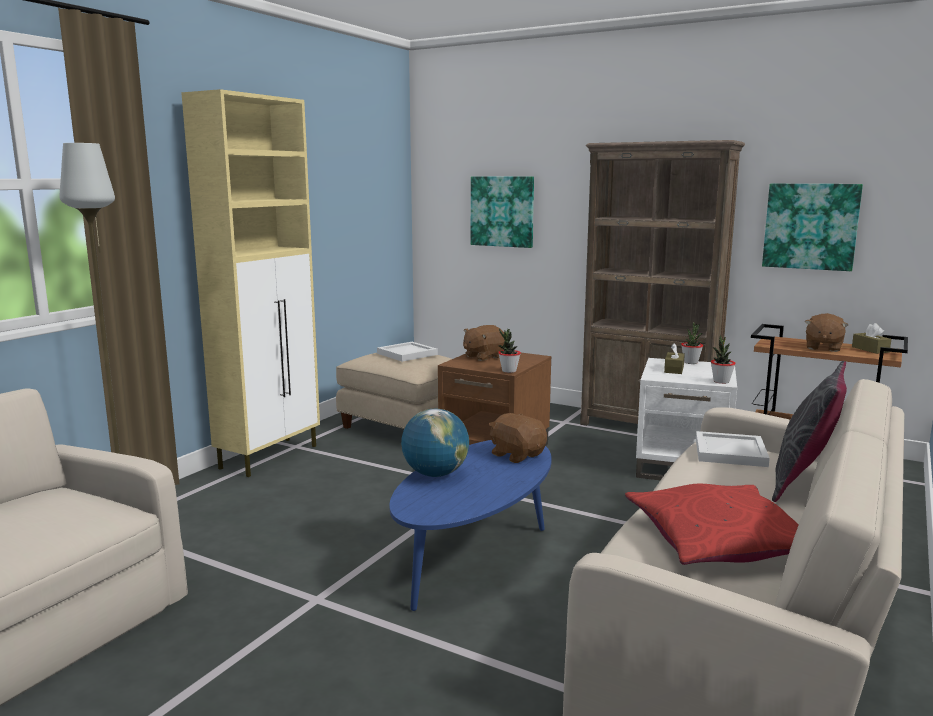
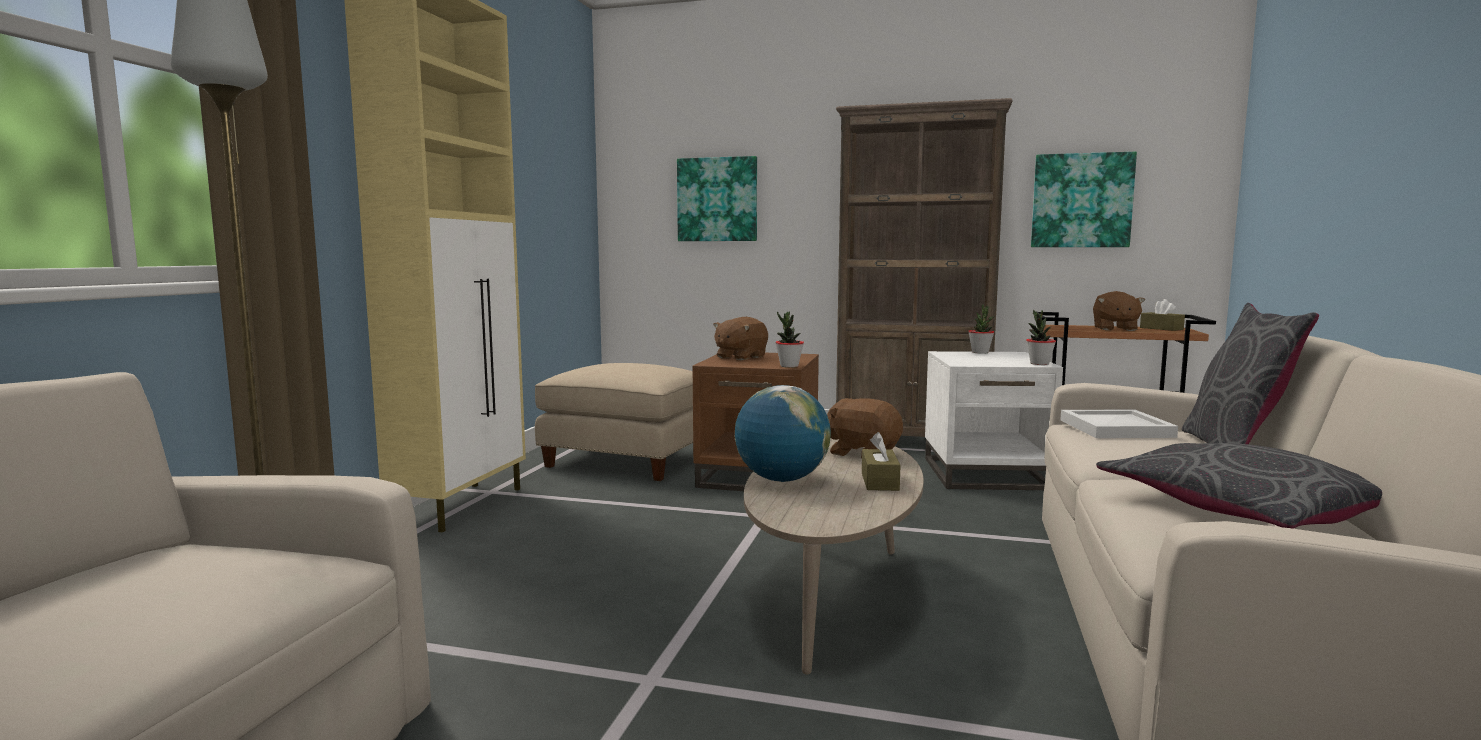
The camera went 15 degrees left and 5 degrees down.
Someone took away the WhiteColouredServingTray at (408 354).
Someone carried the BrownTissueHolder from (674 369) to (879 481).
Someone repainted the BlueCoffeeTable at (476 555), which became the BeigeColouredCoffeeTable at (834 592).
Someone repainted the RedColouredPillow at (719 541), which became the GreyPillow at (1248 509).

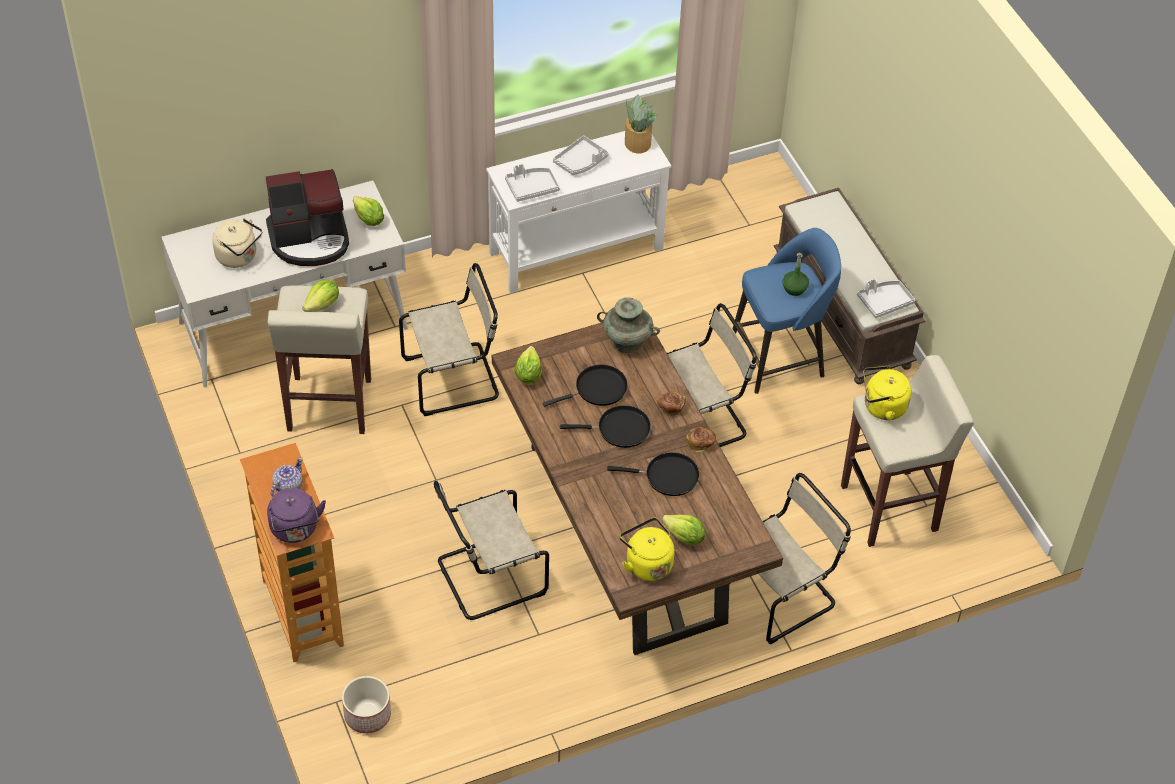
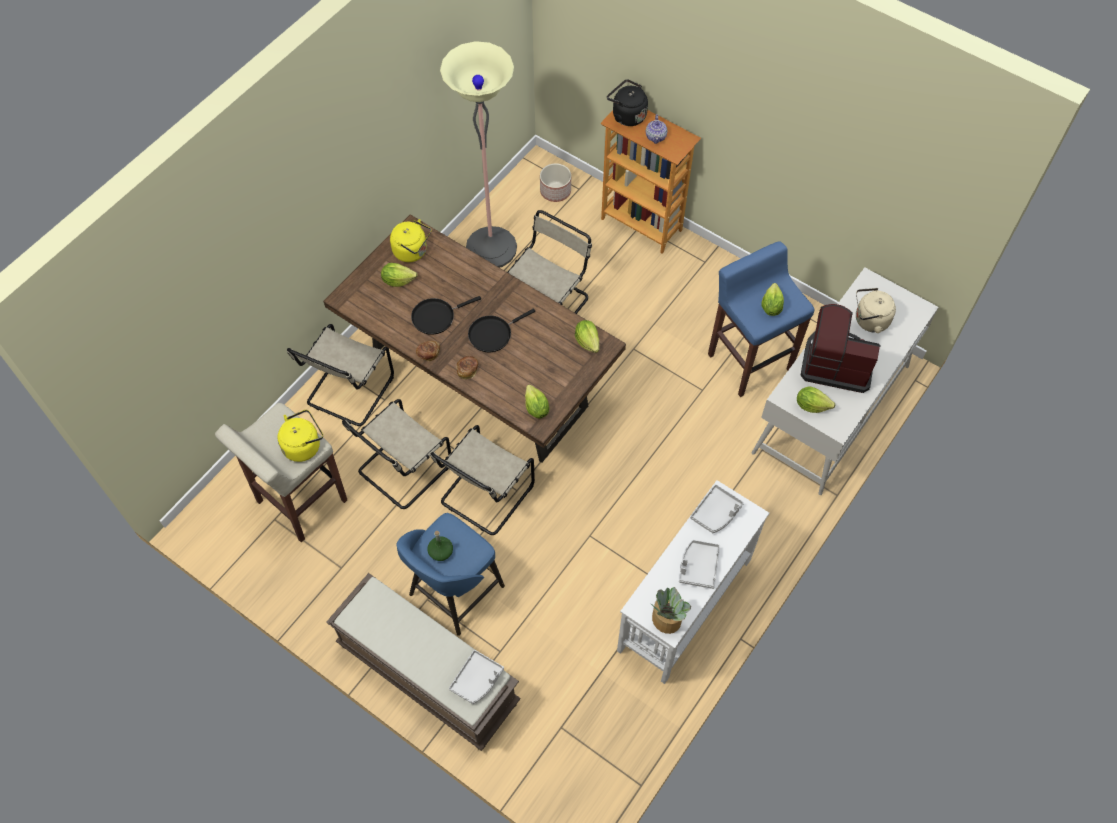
The camera went 150 degrees right and 10 degrees up.
Someone rotated the CoffeeMachine at (310 239) by 60 degrees clockwise.
Someone carried the BeigeColouredChair from (454 378) to (402 470).
Someone carried the GreyServingTray from (884 302) to (477 680).
Someone repainted the BeigeColouredStool at (329 406), which became the BlueStool at (749 361).
Someone swapped the TurquoiseColouredVase at (627 341) for the HeadOfLettuce at (536 408).
Someone took away the BlackPan at (597 389).
Someone repainted the PurpleKettle at (295 530), which became the BlackKettle at (627 115).
Someone put down the StandingLamp at (491 248).

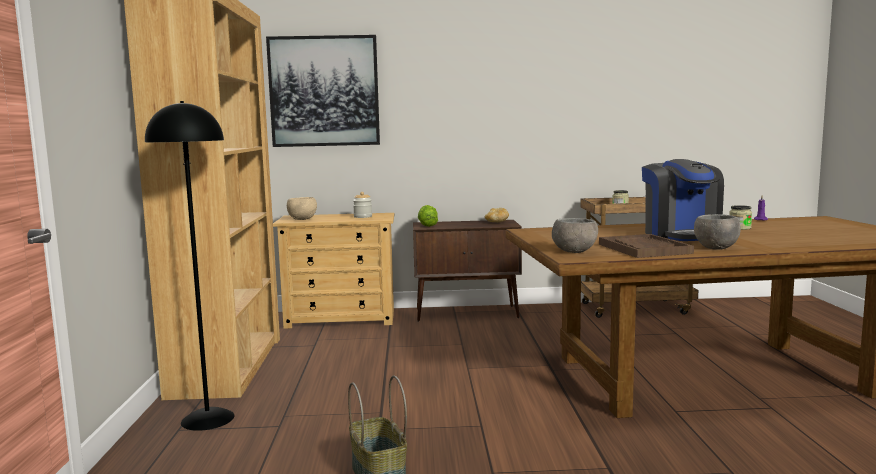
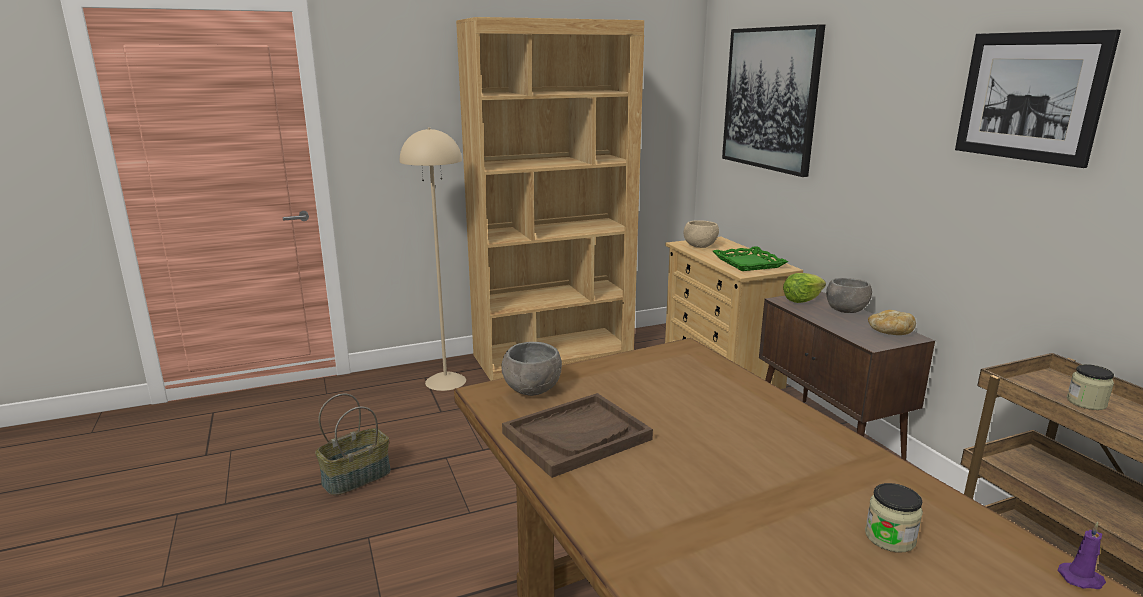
The camera went 70 degrees right and 10 degrees up.
Someone repainted the BlackStandingLamp at (207 419), which became the BeigeColouredStandingLamp at (445 381).
Someone took away the CoffeeMachine at (681 235).
Someone swapped the StorageJar at (363 216) for the GreenishServingTray at (748 263).
Someone carried the GreyBowl from (716 248) to (845 311).
Someone put up the Picture at (1029 96).

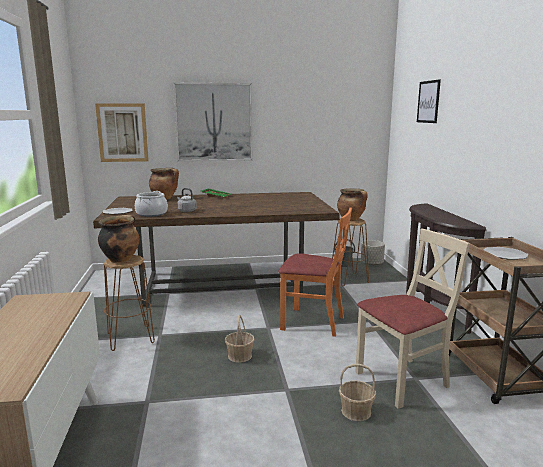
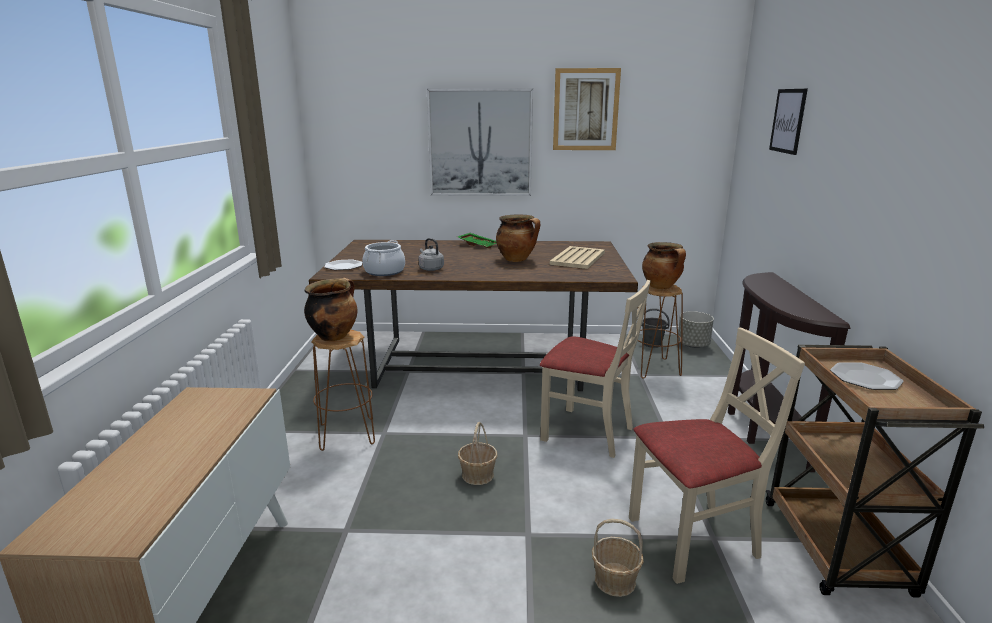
The camera went 10 degrees right and 5 degrees up.
Someone carried the Picture from (122 132) to (586 110).
Someone carried the Saucepot from (165 198) to (517 259).
Someone repainted the OrangeyChair at (313 322), which became the BeigeColouredChair at (587 432).
Someone put down the BeigeColouredServingTray at (577 258).

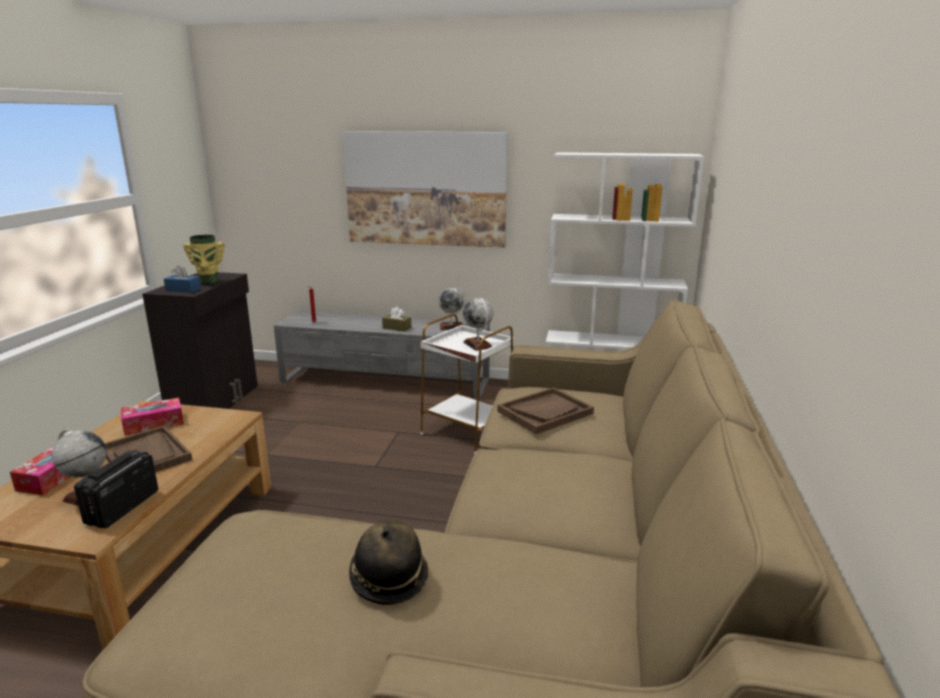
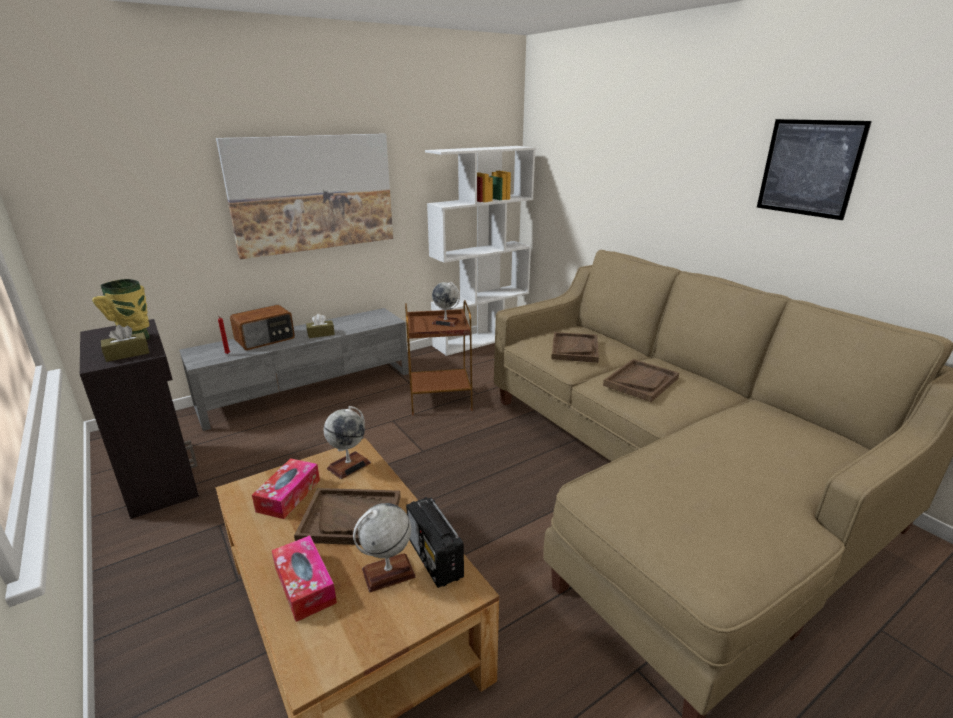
The camera went 45 degrees left and 5 degrees up.
Someone repainted the BlueTissueHolder at (183 290), which became the BrownTissueHolder at (127 354).
Someone carried the DeskGlobe from (451 327) to (349 465).
Someone repainted the WhiteColouredAccentTable at (468 431), which became the BrownAccentTable at (440 398).
Someone took away the ClothingHat at (388 578).
Someone put up the Picture at (809 168).
Someone put down the RadioSet at (265 340).
Someone put down the BrownServingTray at (641 381).

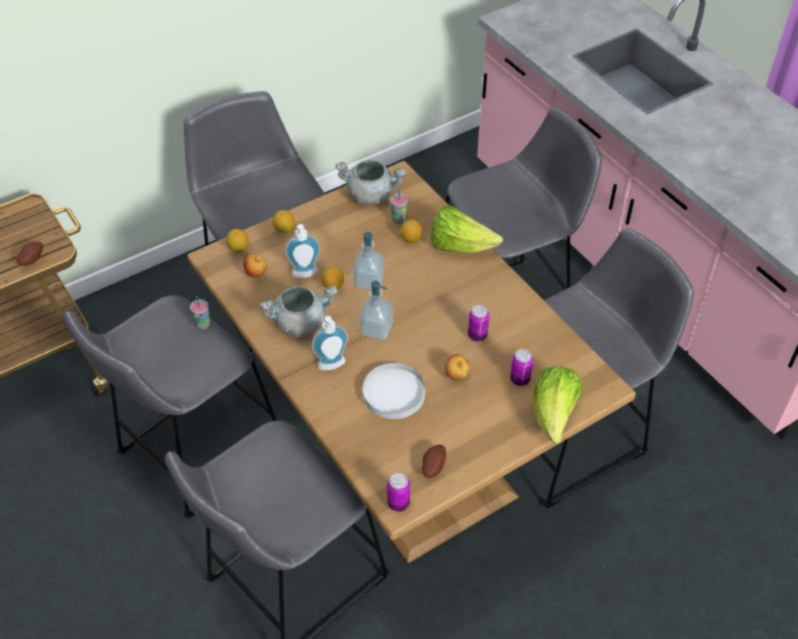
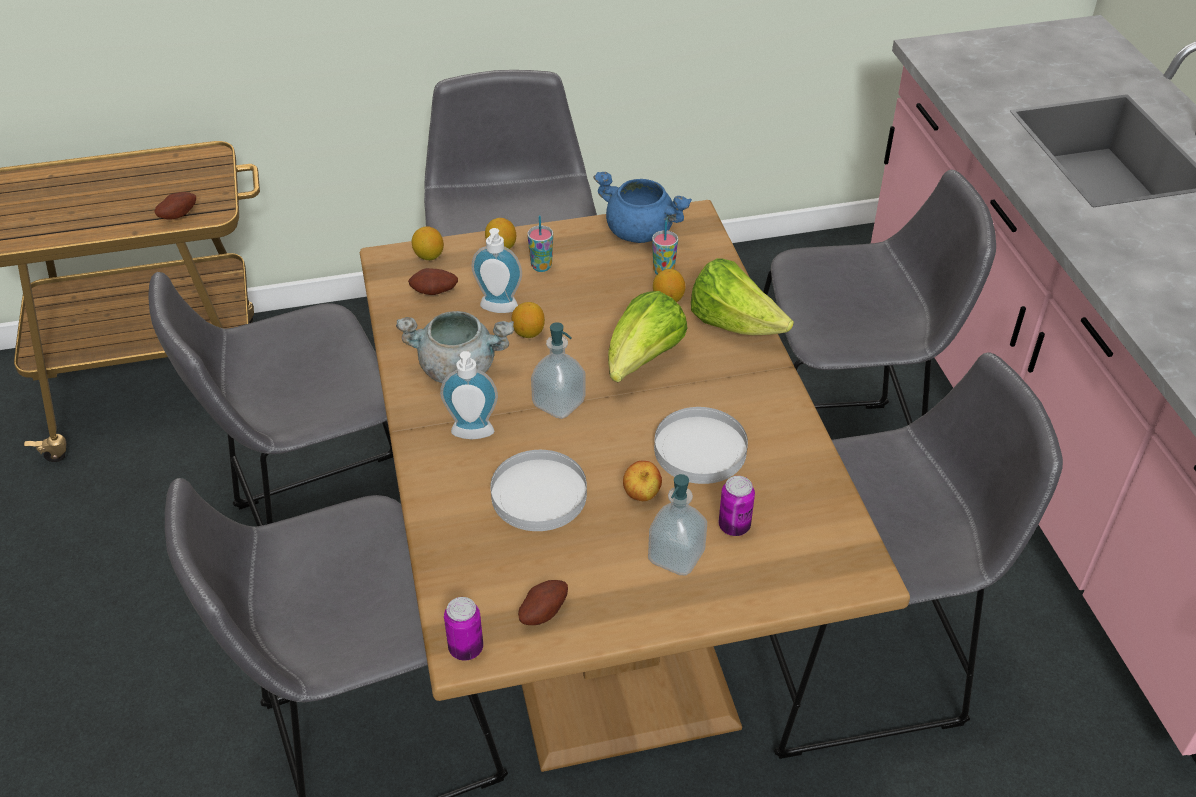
The camera went 20 degrees right and 5 degrees down.
Someone repainted the GreySaucepot at (371 195), which became the BlueSaucepot at (641 231).
Someone carried the SoapBottle from (369 281) to (676 556).
Someone swapped the Apple at (256 274) for the Potato at (434 293).
Someone carried the DrinkingCup from (203 325) to (541 266).
Someone swapped the Can at (477 335) for the WhiteColouredDinnerPlate at (700 448).
Someone carried the HeadOfLettuce from (554 415) to (642 361).

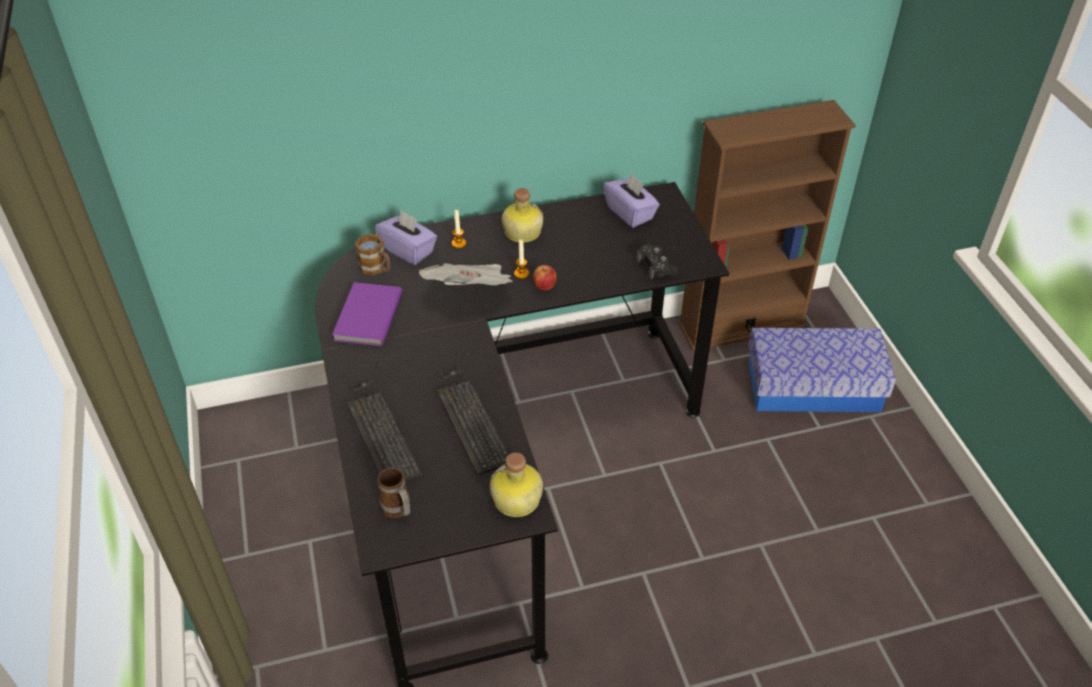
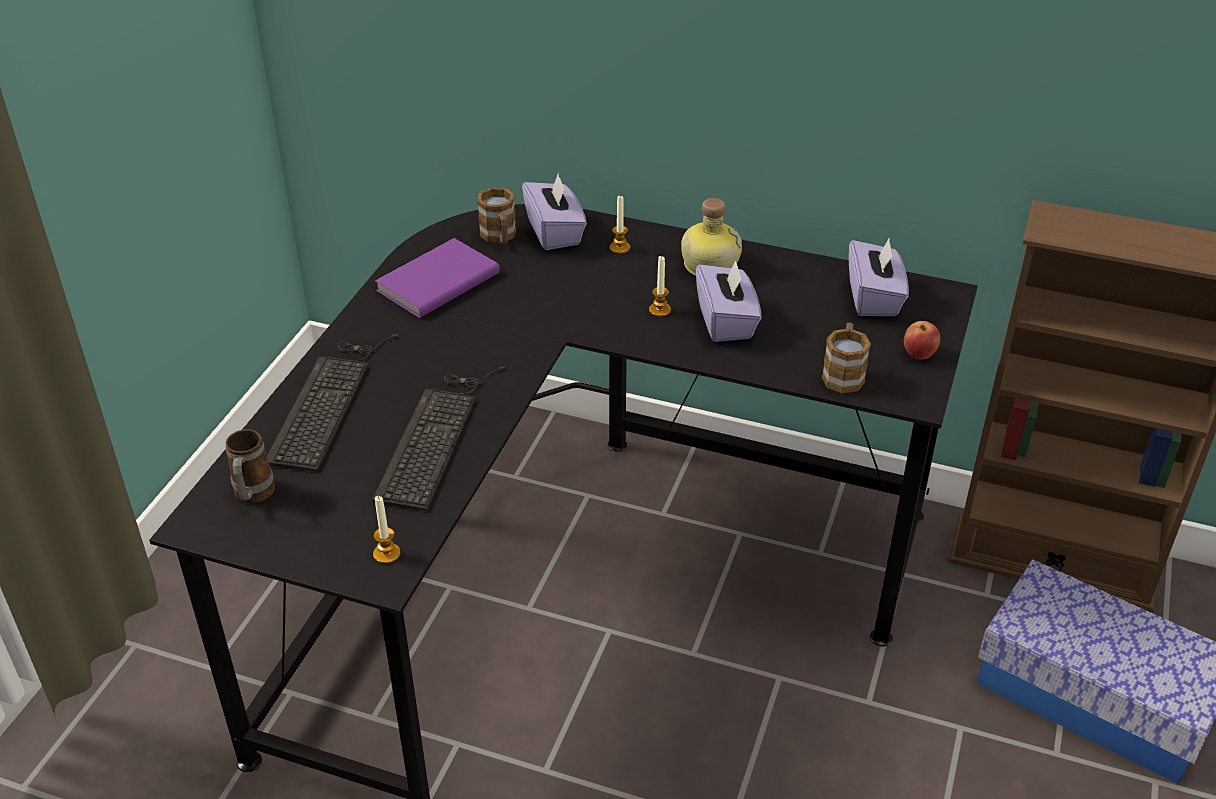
The camera went 35 degrees right and 5 degrees down.
Someone swapped the BlackGameController at (656 266) for the CoffeeMug at (843 373).
Someone took away the DailyPaper at (470 292).
Someone carried the Apple from (544 286) to (919 354).
Someone swapped the DrinkBottle at (516 500) for the WaxCandle at (387 554).
Someone put down the PurpleTissueHolder at (726 321).

